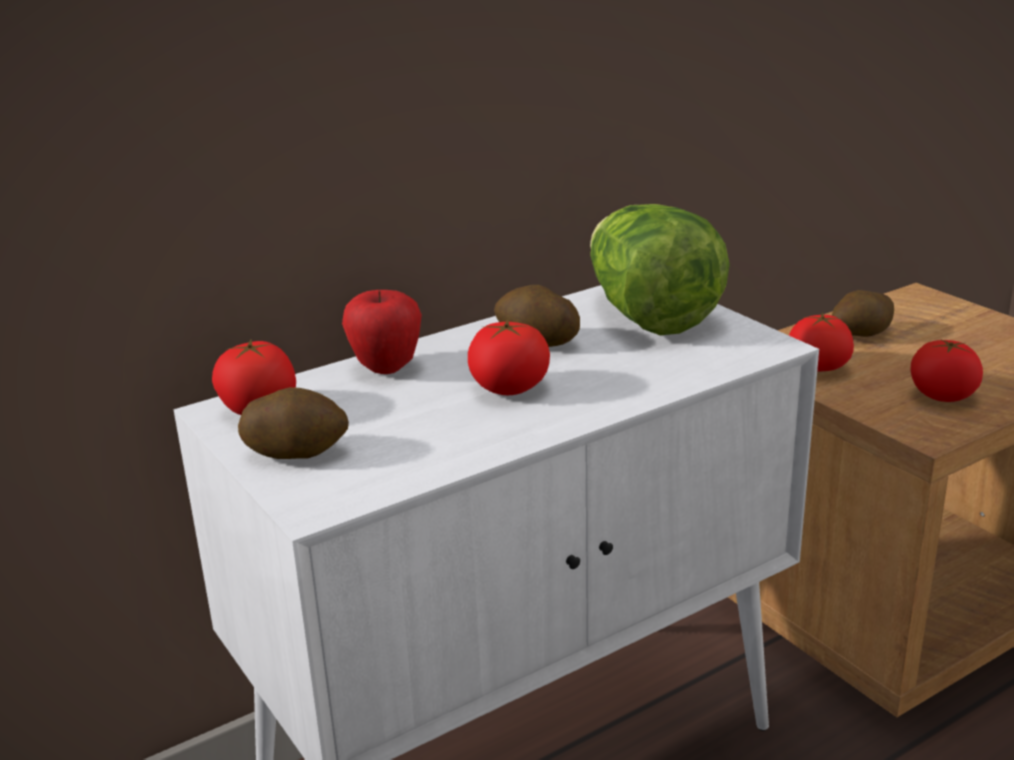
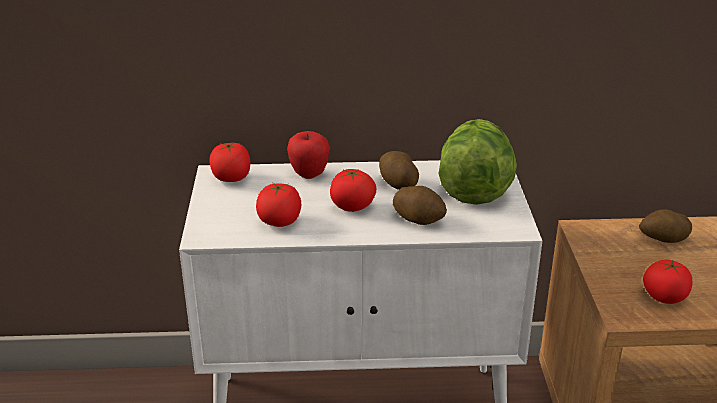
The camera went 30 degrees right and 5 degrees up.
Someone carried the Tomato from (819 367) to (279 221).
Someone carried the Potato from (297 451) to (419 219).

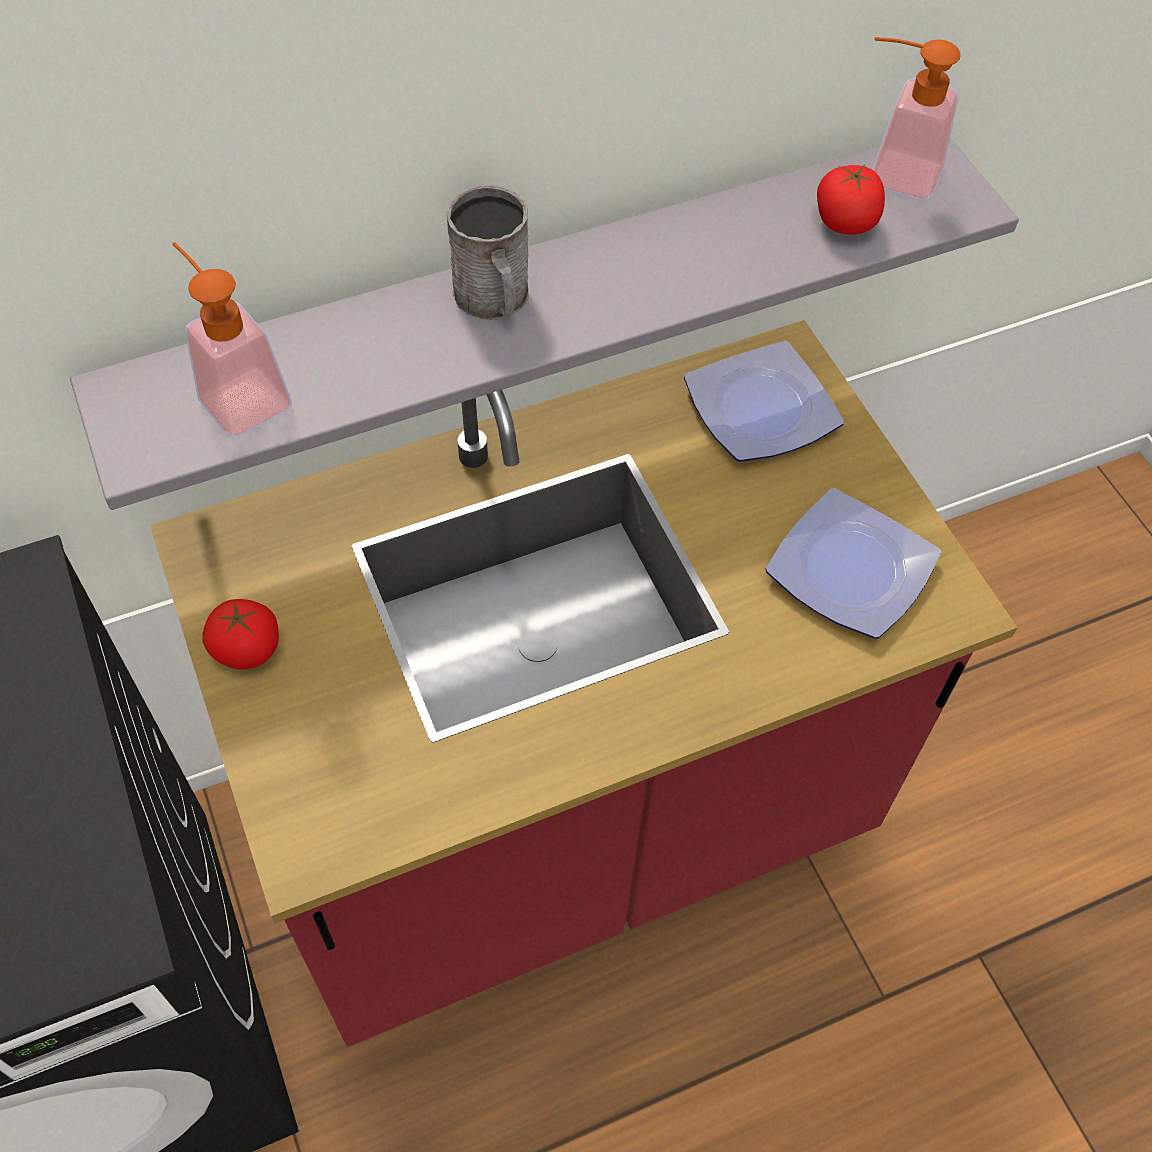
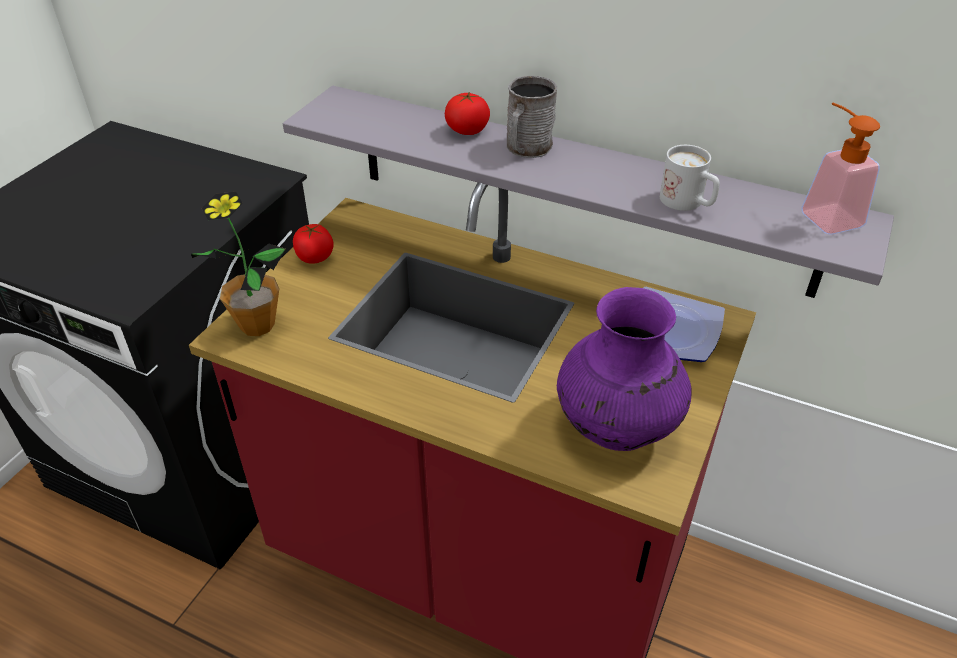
The camera went 50 degrees right and 15 degrees down.
Someone carried the Tomato from (845 223) to (467 130).
Someone took away the SoapBottle at (237 394).
Someone swapped the DinnerPlate at (851 573) for the PurpleVase at (616 428).
Someone put down the WhiteColouredCoffeeMug at (688 203).
Someone put down the PottedPlant at (257 325).

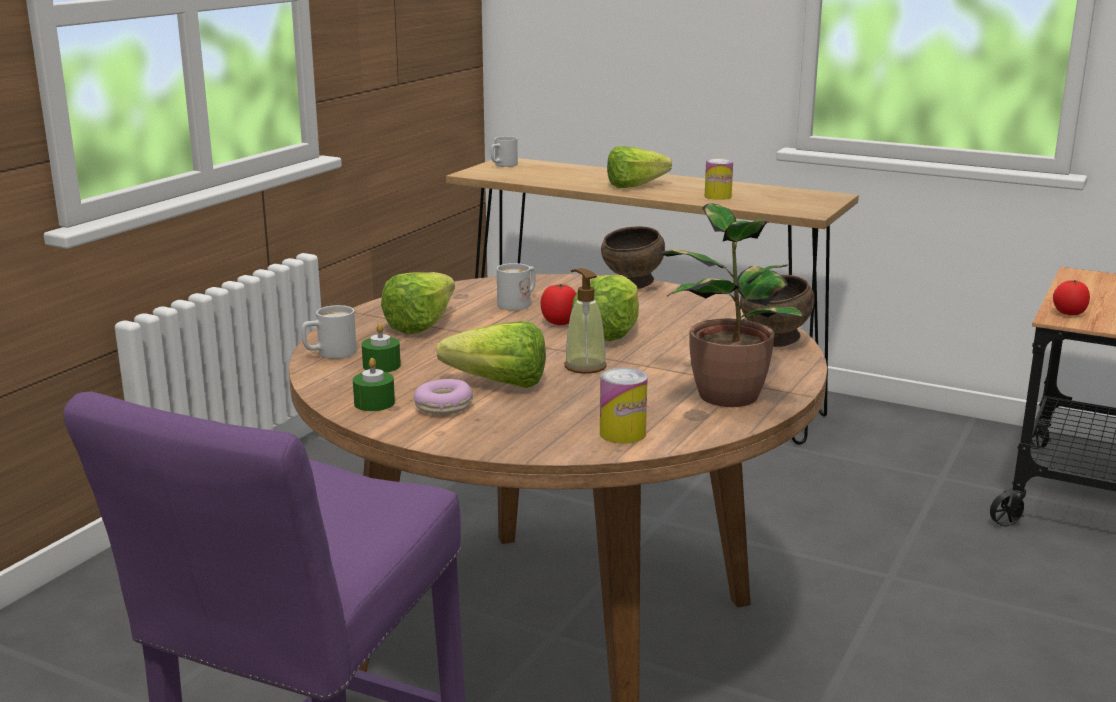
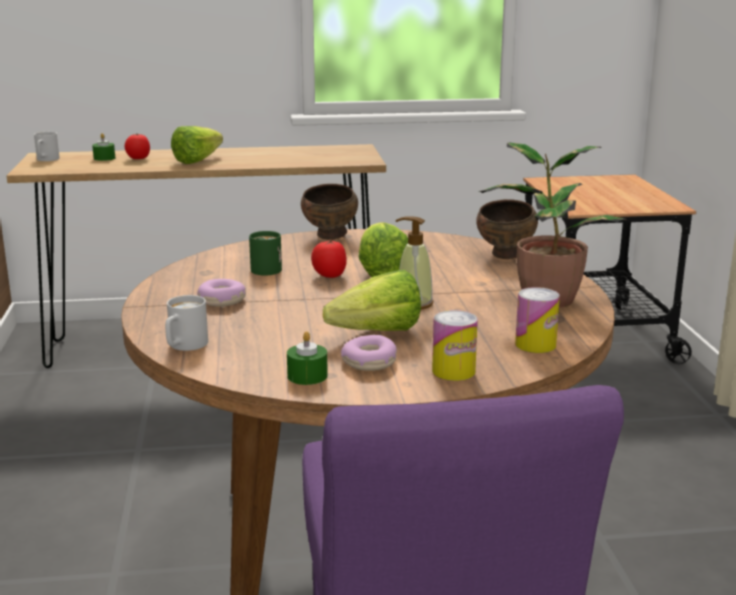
The camera went 35 degrees left and 0 degrees up.
Someone carried the Can from (718 196) to (453 371).
Someone repainted the WhiteColouredCoffeeMug at (519 303), which became the GreenishCoffeeMug at (267 268).
Someone swapped the HeadOfLettuce at (427 324) for the Donut at (222 301).
Someone carried the Tomato from (1068 314) to (138 159).
Someone carried the GreenishWaxCandle from (381 366) to (104 158).

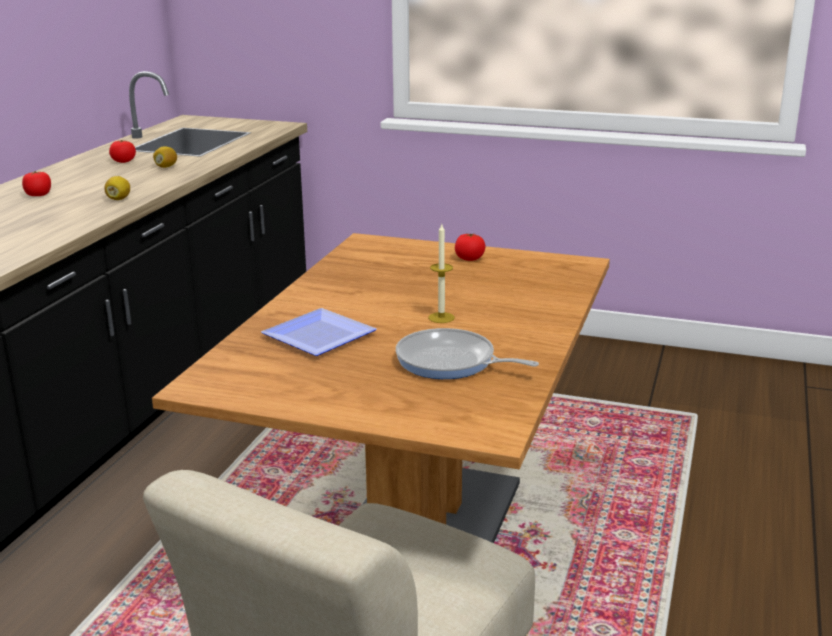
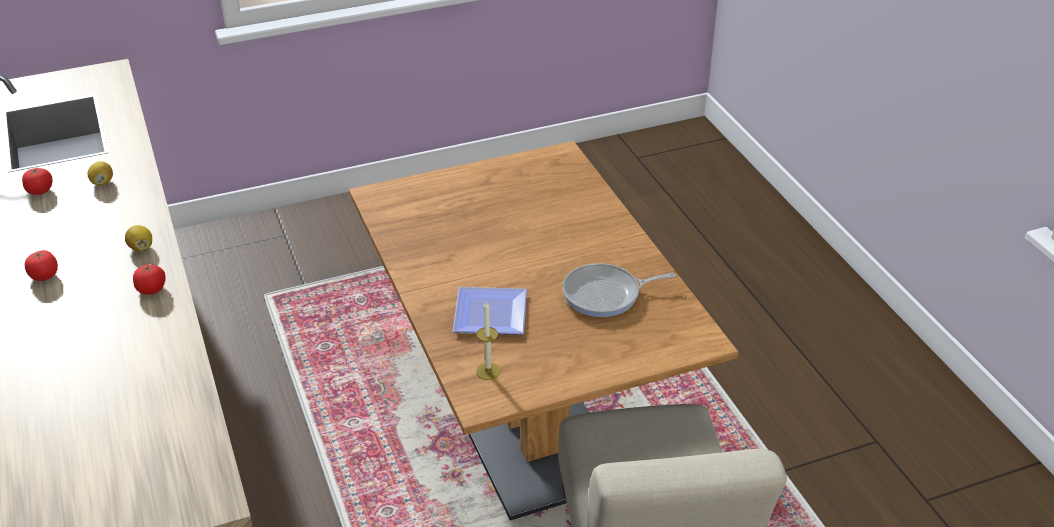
The camera went 40 degrees left and 15 degrees up.
Someone carried the WaxCandle from (441 317) to (488 371).
Someone carried the Tomato from (469 258) to (151 289).

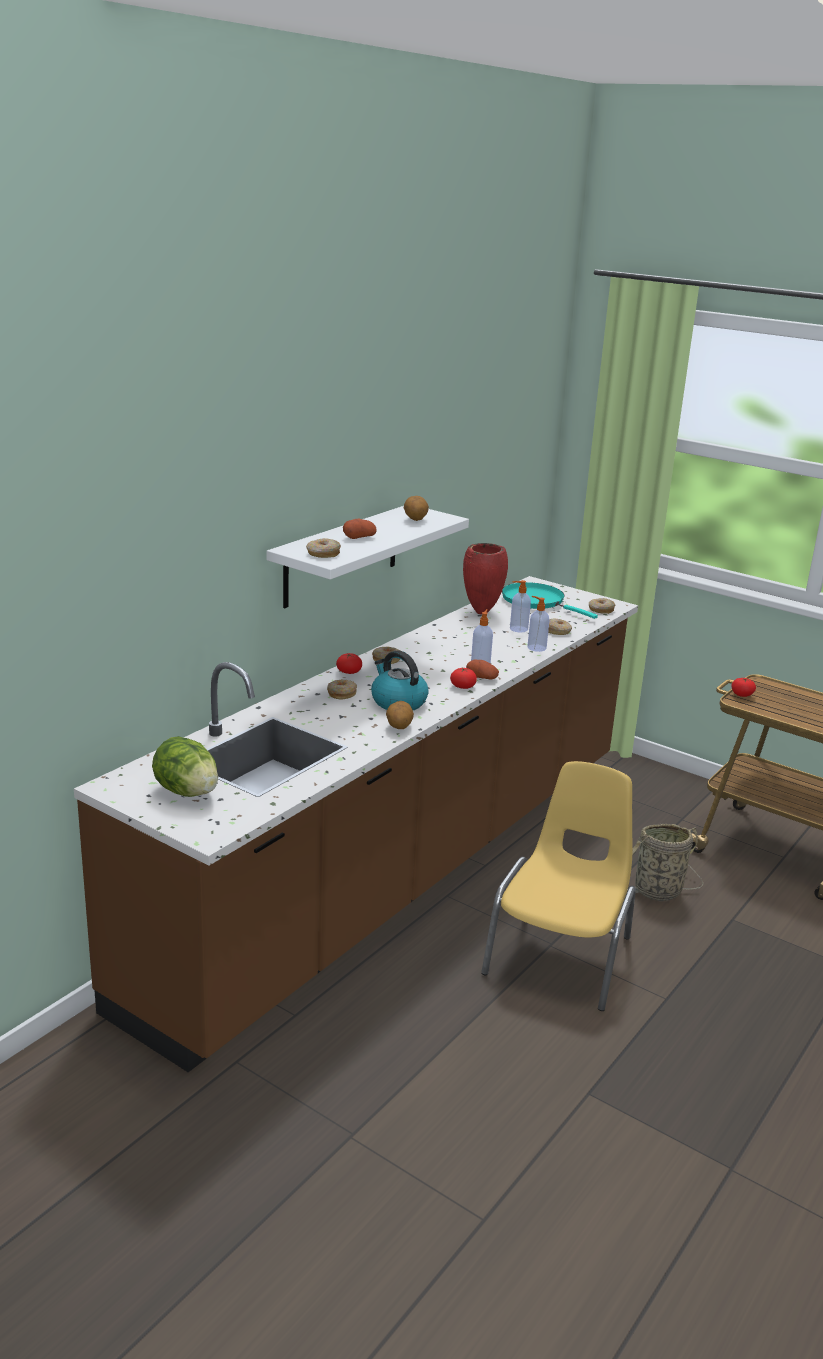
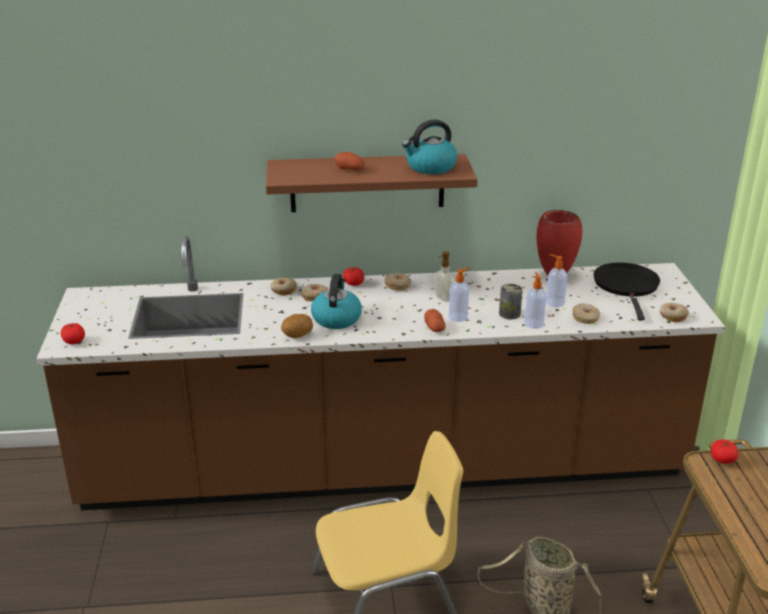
The camera went 50 degrees right and 5 degrees up.
Someone swapped the Potato at (415 519) for the Kettle at (430 167).
Someone repainted the WhiteColouredWallShelf at (341 555), which became the BrownWallShelf at (367 183).
Someone carried the Donut from (323 554) to (283 290).
Someone repainted the TurquoiseColouredPan at (536 601), which became the BlackPan at (627 286).
Someone carried the Tomato from (462 686) to (74 341).
Someone took away the HeadOfLettuce at (187 792).
Someone put down the SoapBottle at (443 298).
Someone put down the Can at (509 314).

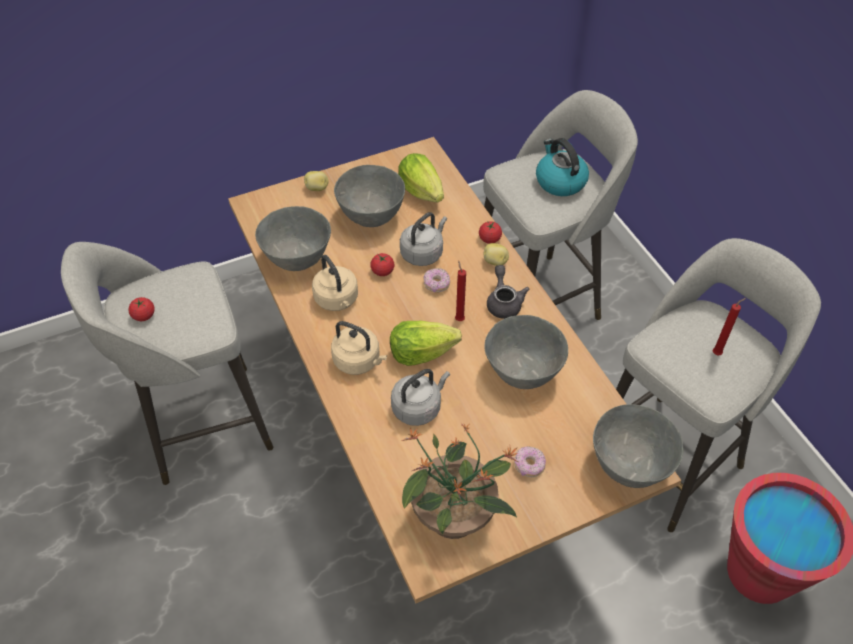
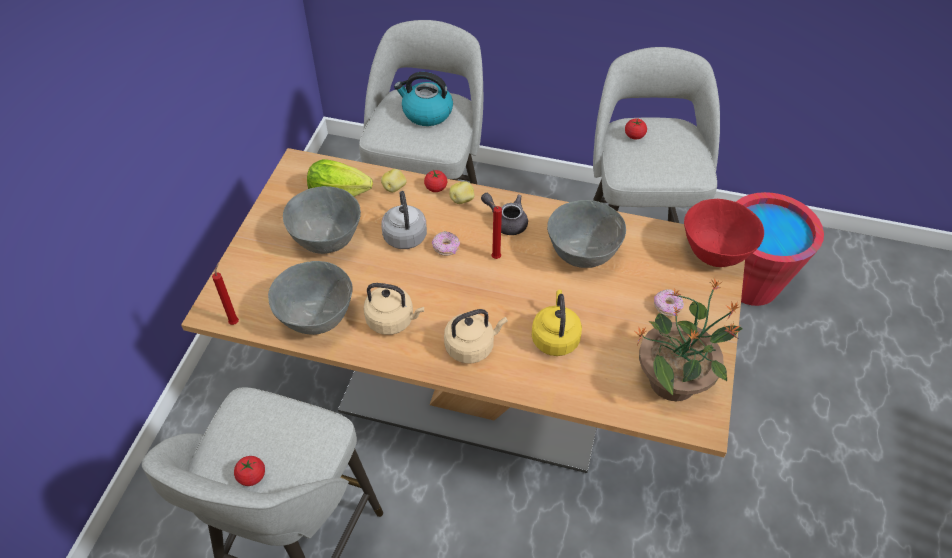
The camera went 50 degrees left and 0 degrees up.
Someone carried the Potato from (317 188) to (394 188).
Someone carried the Tomato from (382 271) to (634 136).
Someone carried the RedColouredWaxCandle from (718 353) to (235 321).
Someone took away the HeadOfLettuce at (421 353).
Someone repainted the GreyKettle at (418 407), which became the YellowKettle at (555 337).
Someone repainted the GreyBowl at (630 466), which became the RedColouredBowl at (715 253).

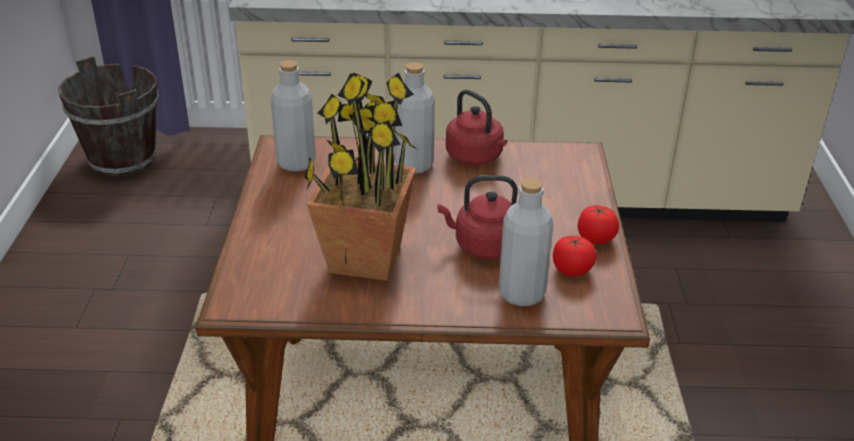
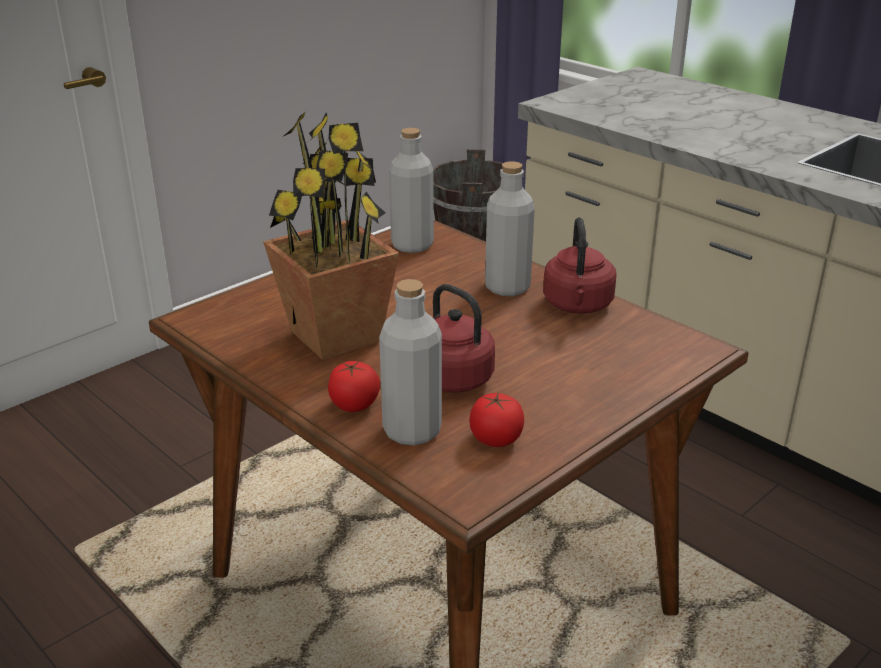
The camera went 45 degrees right and 5 degrees down.
Someone carried the Tomato from (596 238) to (354 405).

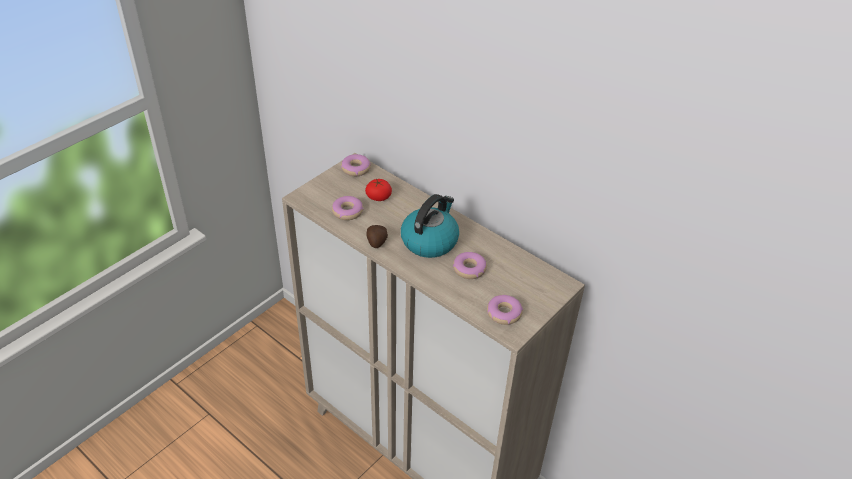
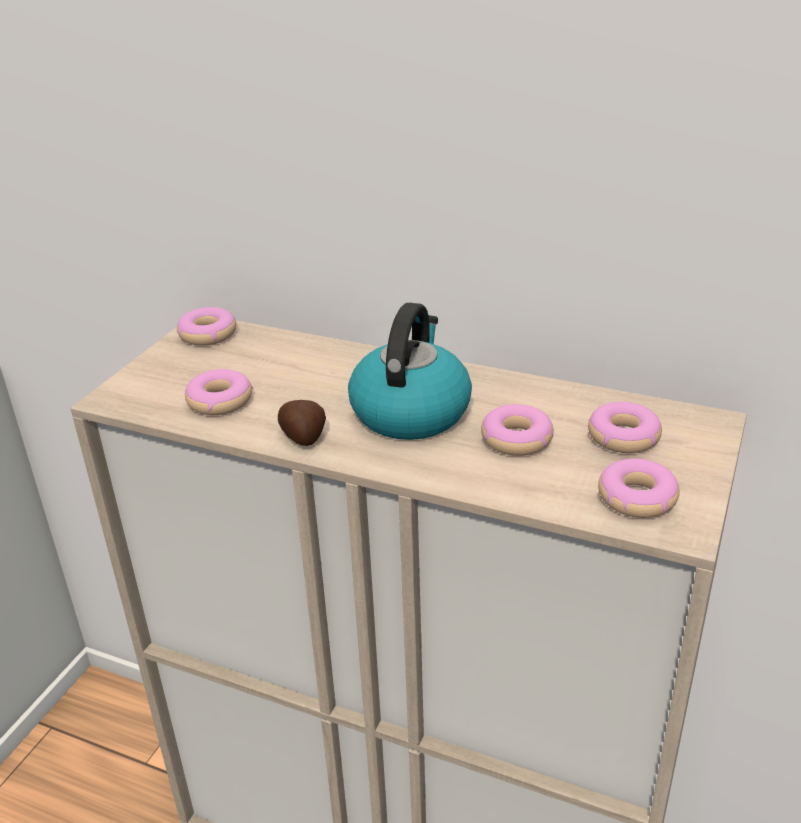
The camera went 15 degrees left and 10 degrees down.
Someone took away the Tomato at (378 197).
Someone put down the Donut at (623 437).

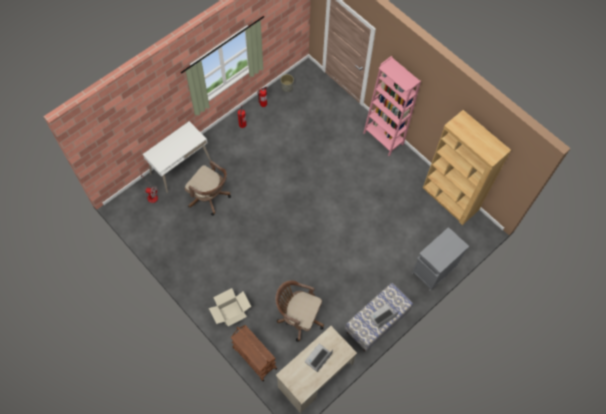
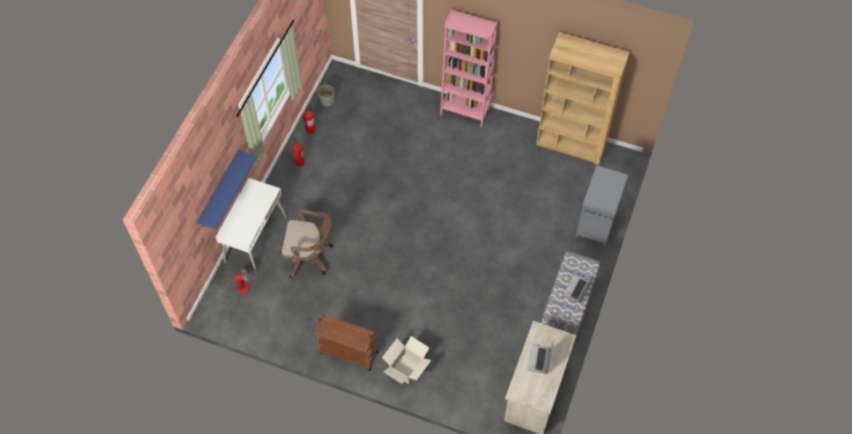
The camera went 25 degrees left and 5 degrees down.
Someone took away the BrownOfficeChair at (298 317).
Someone carried the BrownCart from (254 358) to (347 352).
Someone put up the BlueWallShelf at (219 190).

